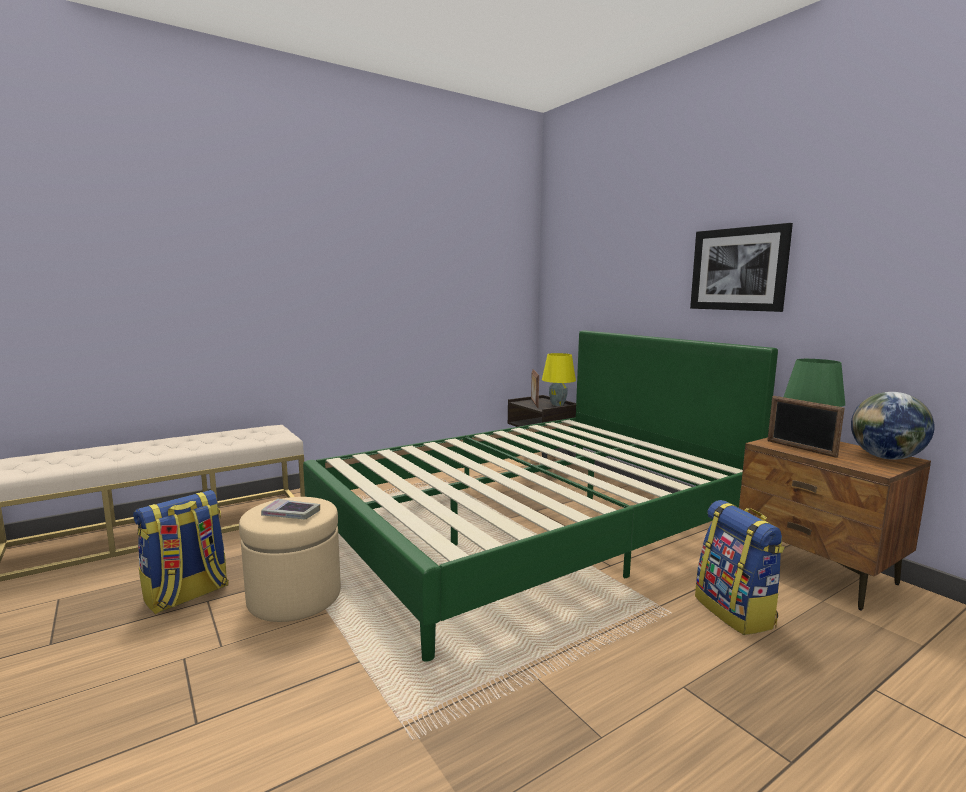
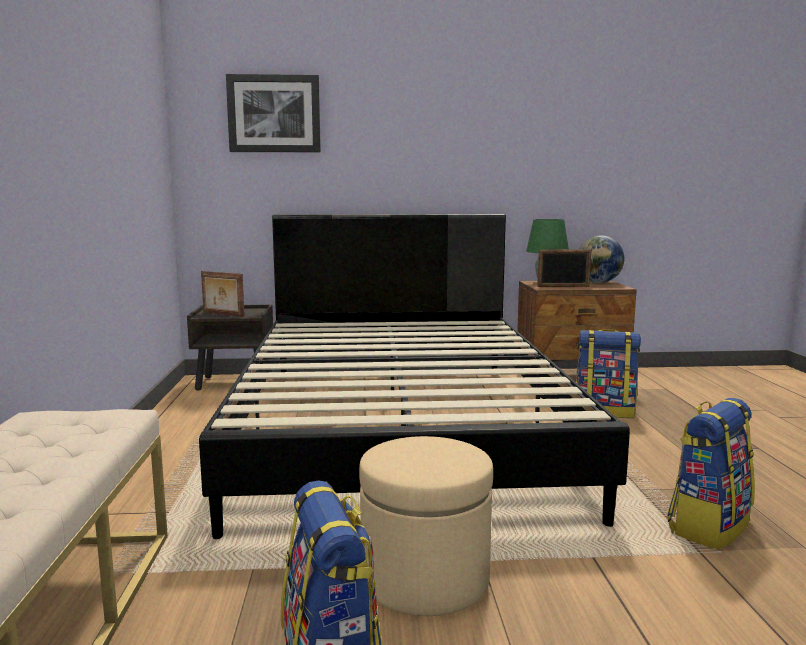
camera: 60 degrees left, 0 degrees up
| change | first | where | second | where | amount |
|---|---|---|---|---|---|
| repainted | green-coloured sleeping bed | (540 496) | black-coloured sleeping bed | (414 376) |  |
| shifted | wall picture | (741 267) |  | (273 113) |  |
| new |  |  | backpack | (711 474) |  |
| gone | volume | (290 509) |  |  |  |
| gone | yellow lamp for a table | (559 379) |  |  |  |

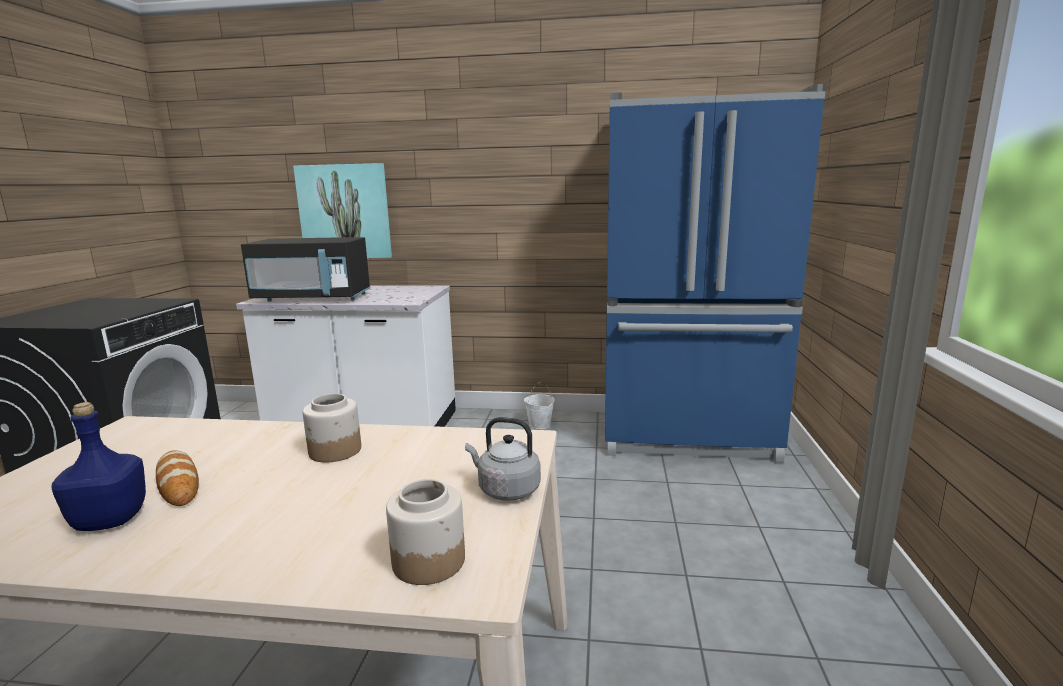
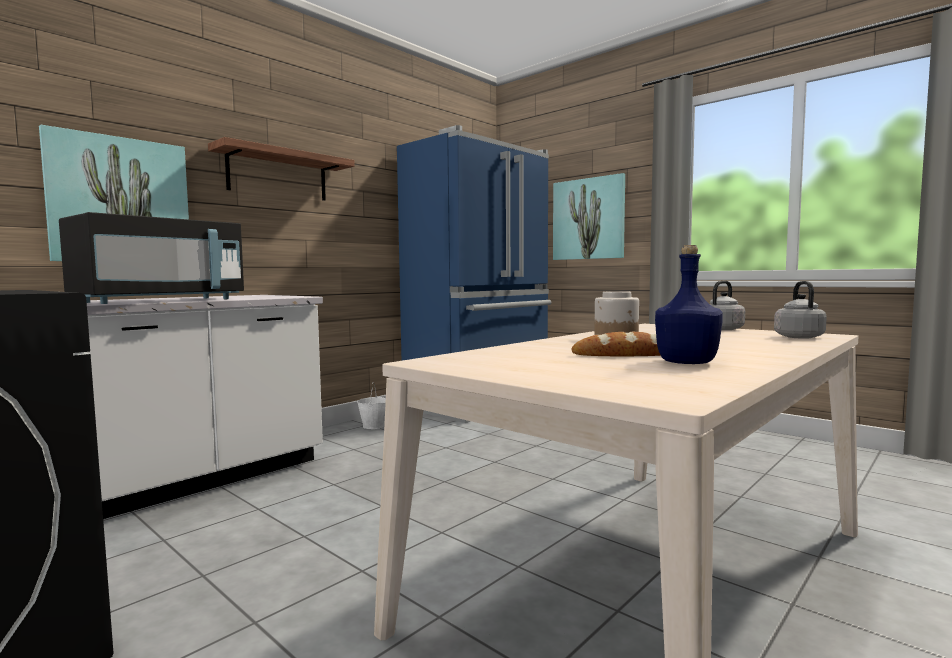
camera: 55 degrees left, 10 degrees down
| change | first | where | second | where | amount |
|---|---|---|---|---|---|
| new |  |  | shelf | (281 169) |  |
| new |  |  | wall picture | (589 216) |  |
| swapped | preserve jar | (425 532) | gray kettle | (800 310) |  |

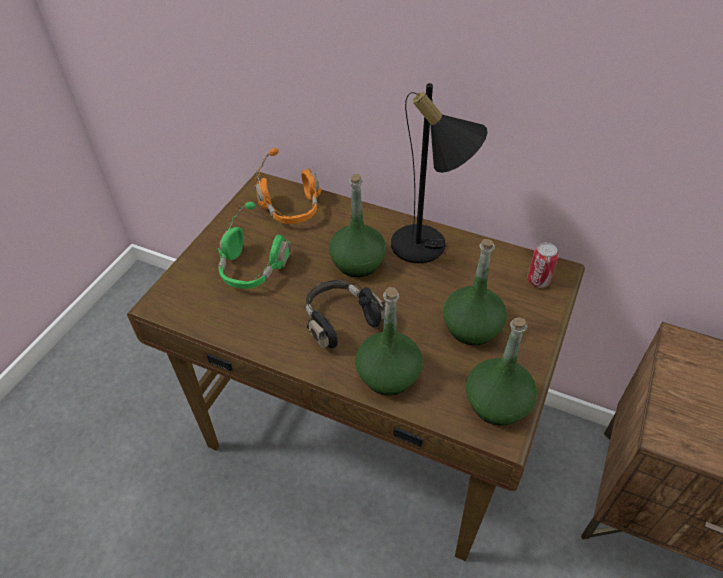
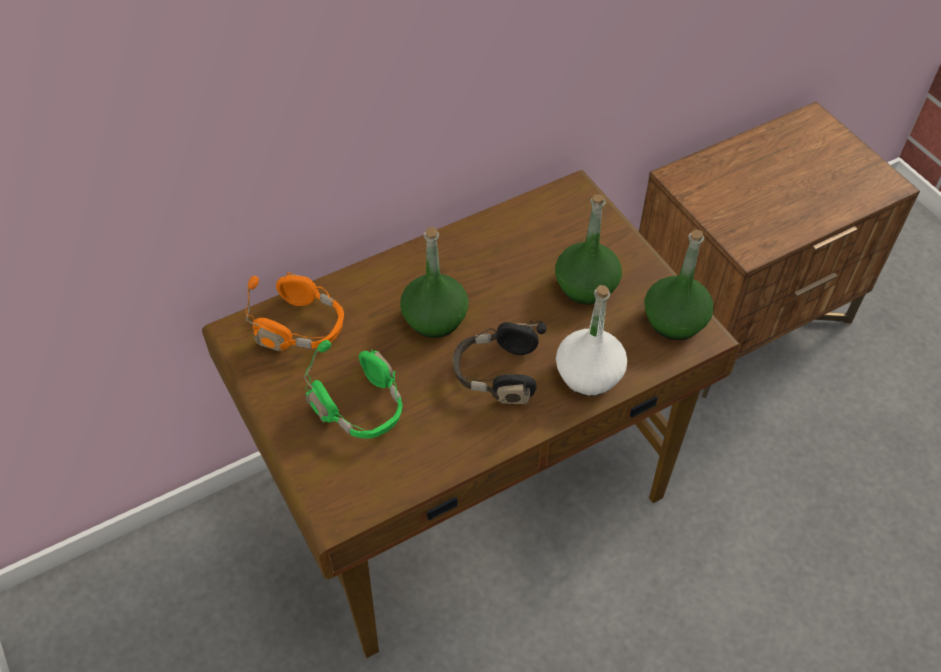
camera: 55 degrees left, 5 degrees up
| change | first | where | second | where | amount |
|---|---|---|---|---|---|
| repainted | green-coloured bottle | (389 341) | white bottle | (591 340) |  |
| gone | black-coloured lamp for a table | (439 173) |  |  |  |
| gone | sealed can | (542 265) |  |  |  |

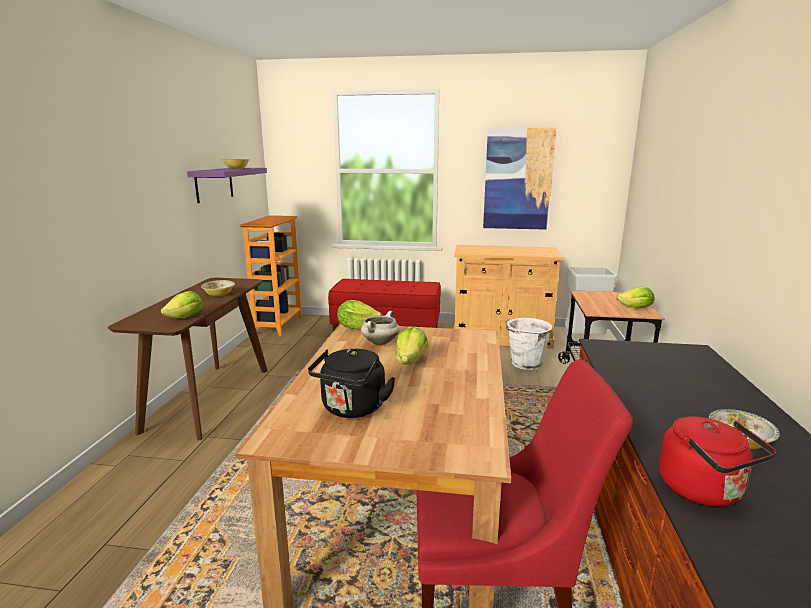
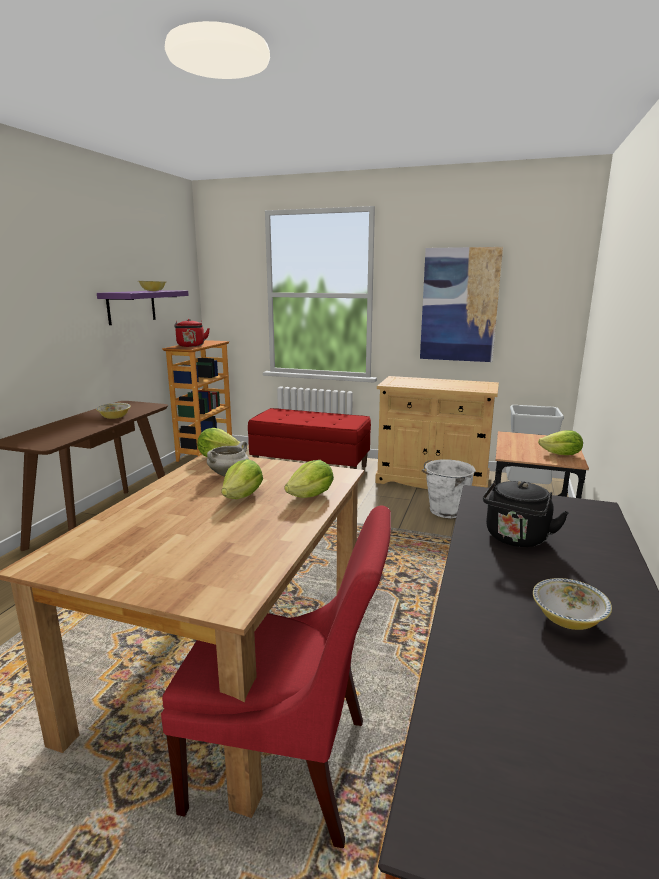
camera: 10 degrees right, 0 degrees up
| change | first | where | second | where | amount |
|---|---|---|---|---|---|
| shifted | red kettle | (717 462) |  | (192 333) |  |
| shifted | lettuce head | (182 304) |  | (309 479) |  |
| shifted | black-coloured kettle | (352 383) |  | (526 513) |  |

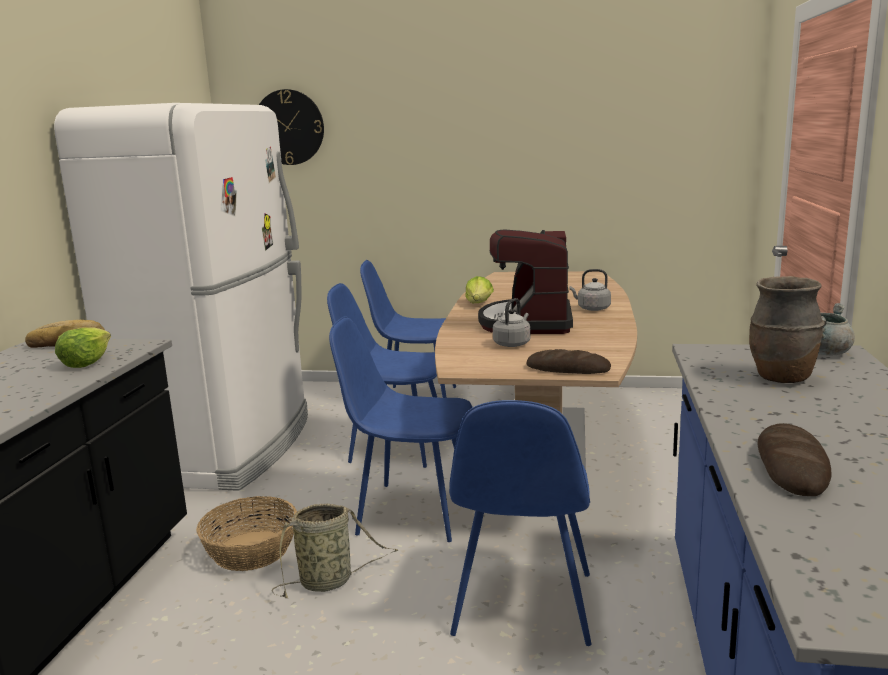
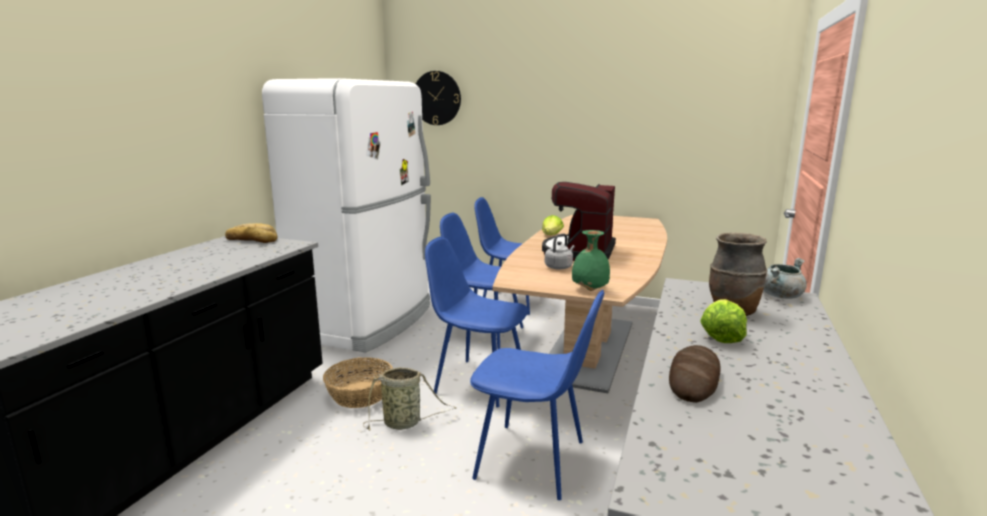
camera: 10 degrees right, 0 degrees up
| change | first | where | second | where | amount |
|---|---|---|---|---|---|
| rotated | bluish plain chair | (520 523) |  | (537 395) | 90 degrees counterclockwise |
| swapped | baked bread | (569 361) | green-coloured vase | (591 260) |  |
| shifted | lettuce head | (83 348) |  | (723 321) |  |
| gone | gray kettle | (590 290) |  |  |  |

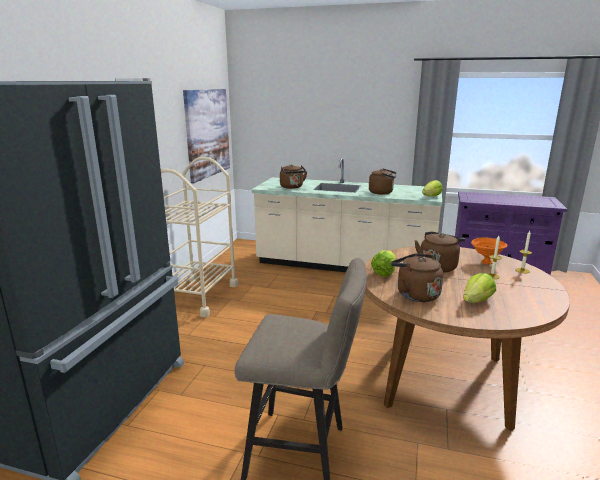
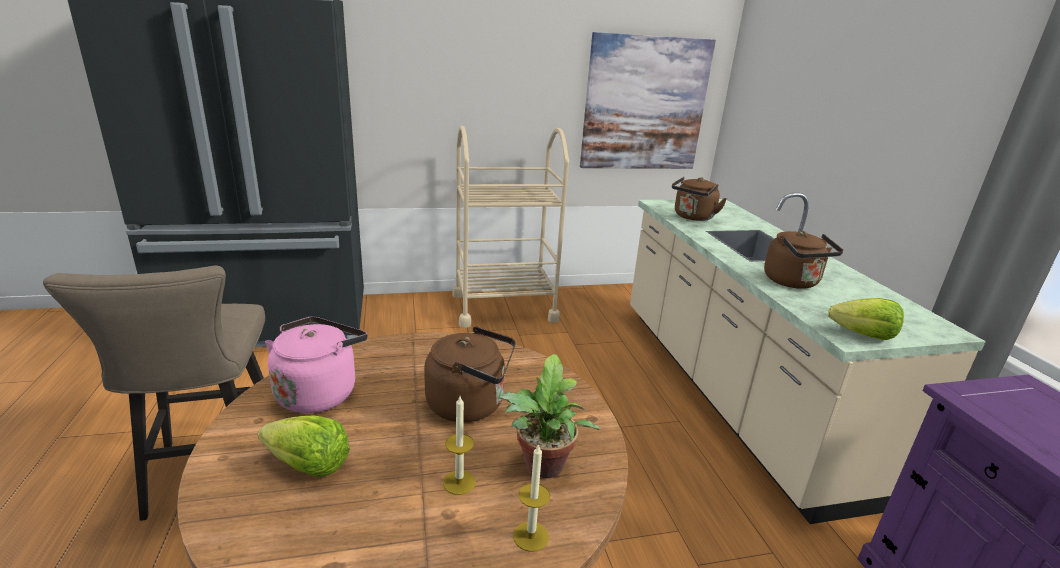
camera: 60 degrees right, 5 degrees up
| change | first | where | second | where | amount |
|---|---|---|---|---|---|
| repainted | brown-coloured kettle | (417 277) | pink kettle | (316 365) |  |
| swapped | orangey serving bowl | (489 251) | houseplant | (549 416) |  |
| gone | lettuce head | (383 263) |  |  |  |

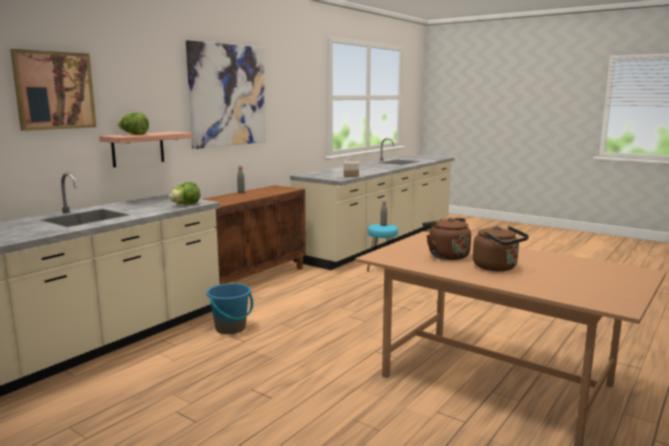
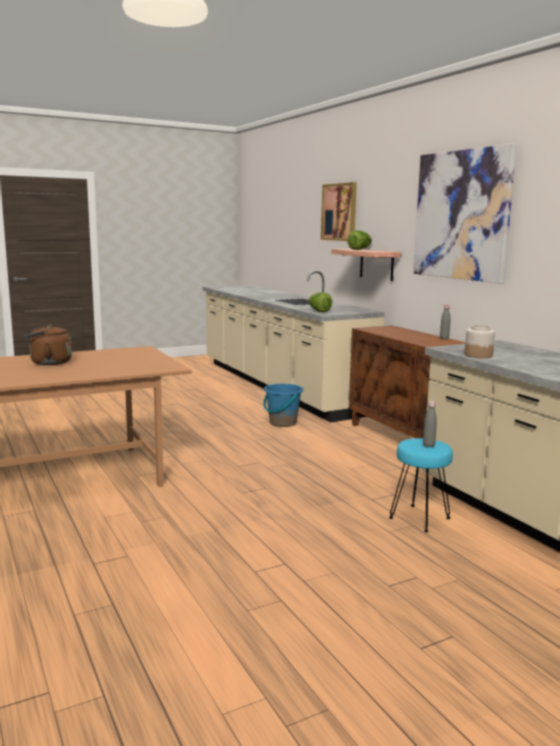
camera: 115 degrees right, 0 degrees up
| change | first | where | second | where | amount |
|---|---|---|---|---|---|
| gone | brown-coloured kettle | (446 239) |  |  |  |

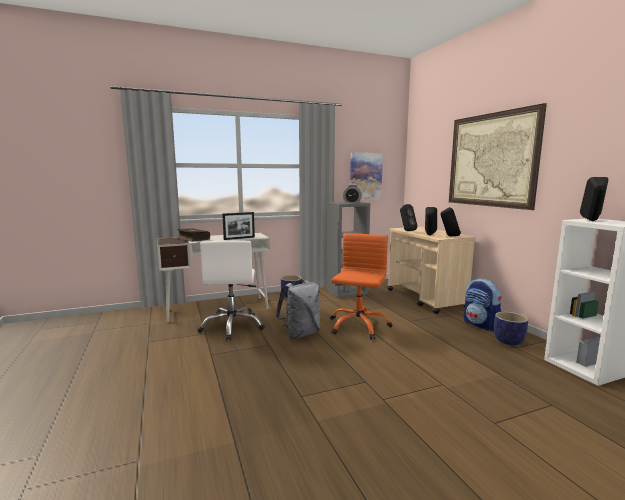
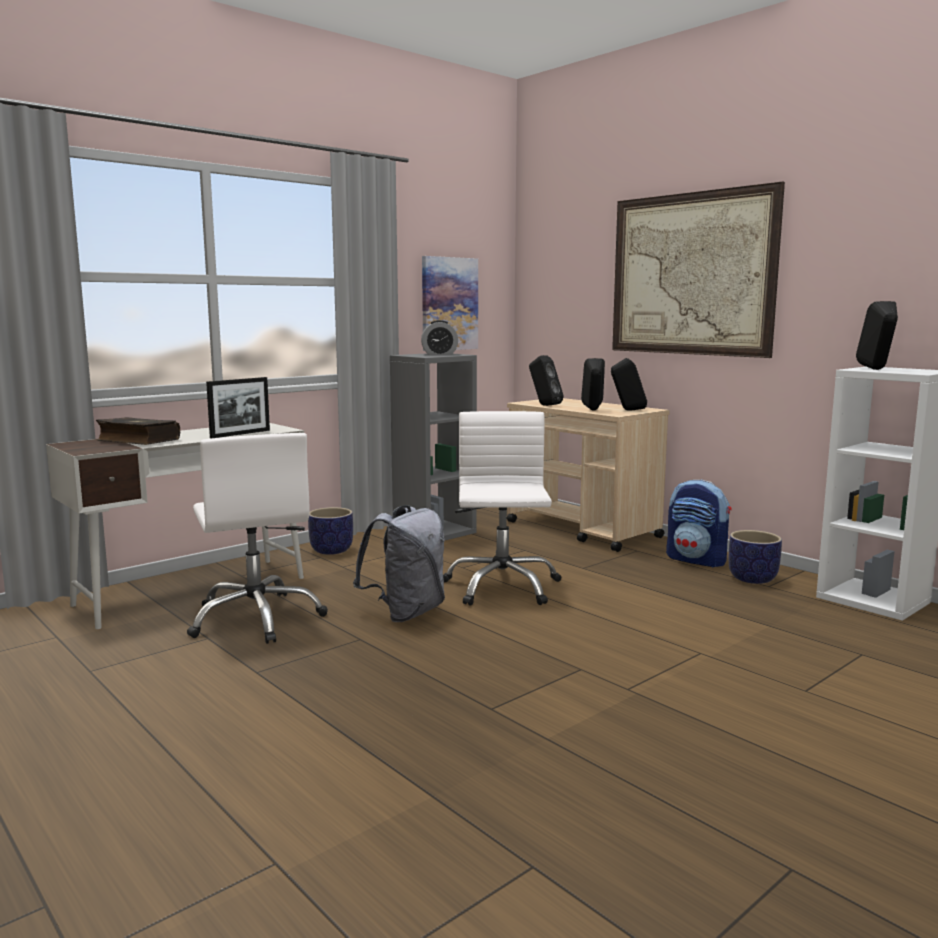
camera: 20 degrees left, 0 degrees up
| change | first | where | second | where | amount |
|---|---|---|---|---|---|
| repainted | orangey desk chair | (361 286) | white desk chair | (502 508) |  |

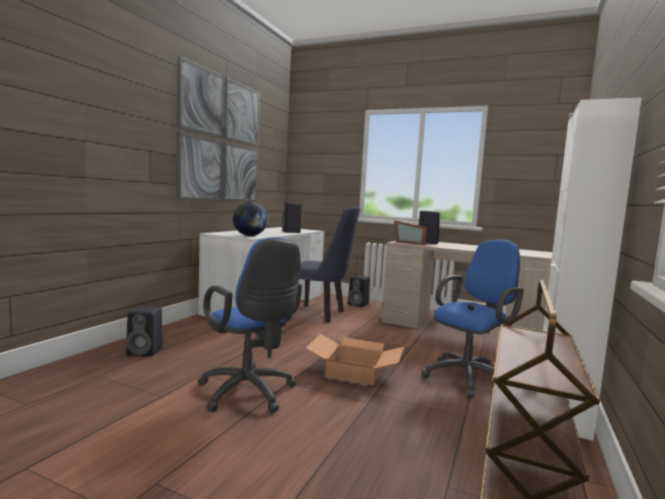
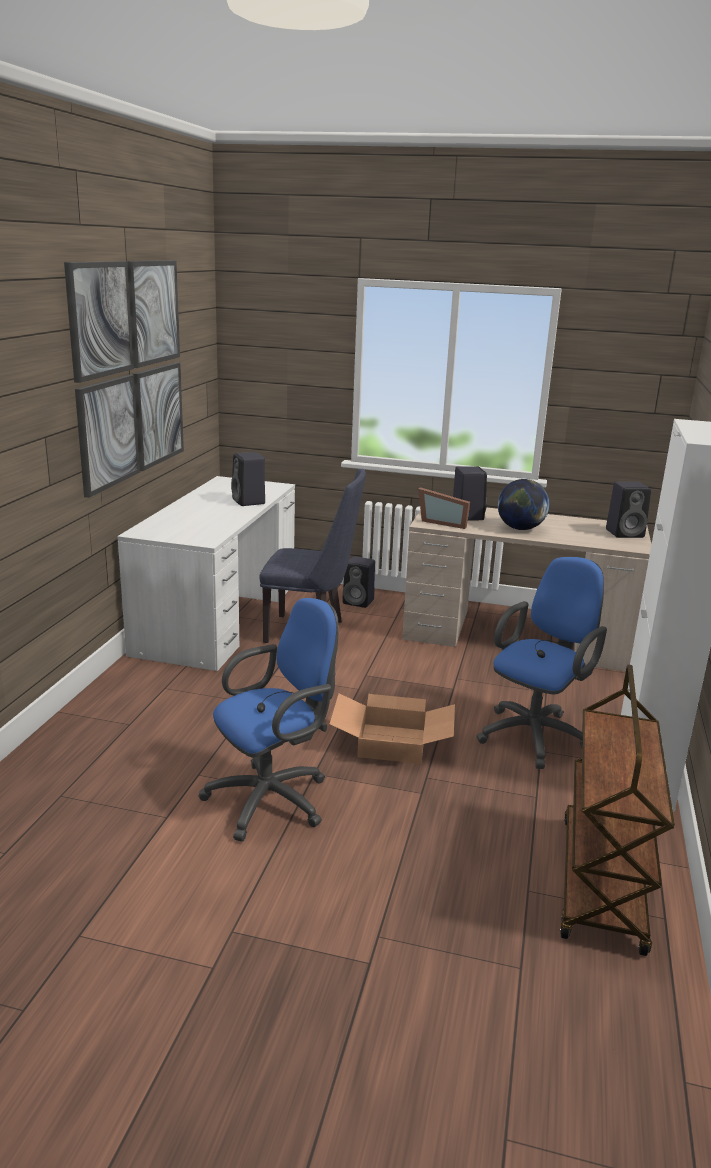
camera: 10 degrees left, 15 degrees up
| change | first | where | second | where | amount |
|---|---|---|---|---|---|
| rotated | bluish desk chair | (250 325) |  | (268 720) | 75 degrees counterclockwise |
| shifted | desk globe | (250 219) |  | (523 504) |  |
| shifted | black-coloured speaker | (144 331) |  | (628 510) |  |

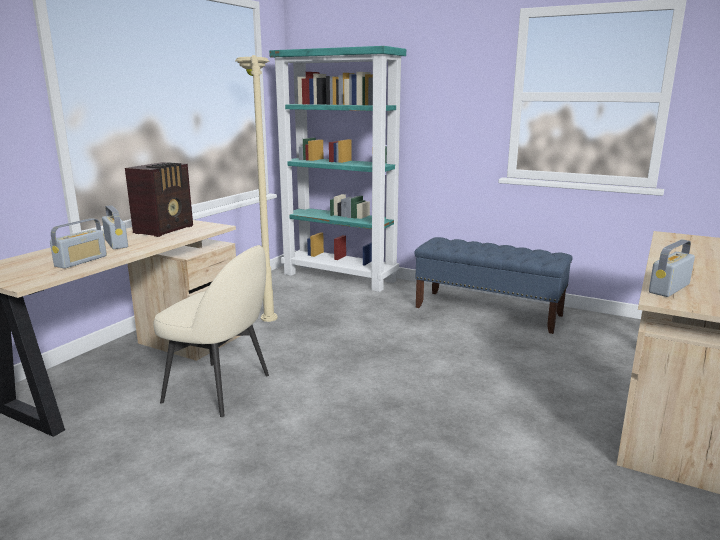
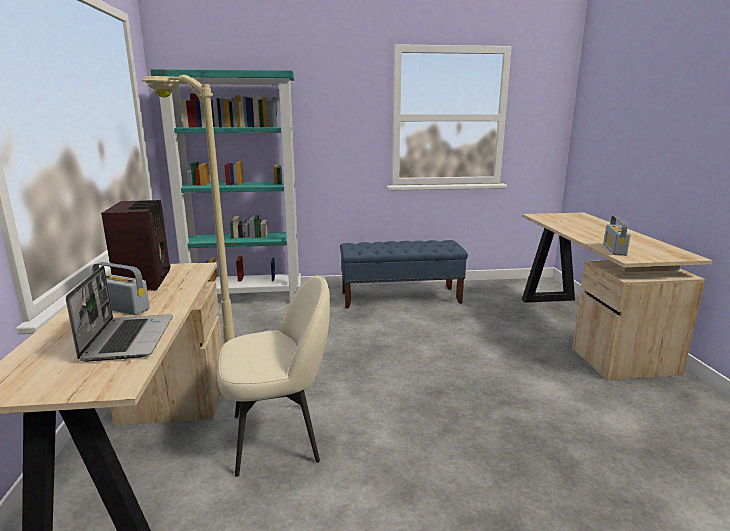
camera: 35 degrees left, 0 degrees up
| change | first | where | second | where | amount |
|---|---|---|---|---|---|
| swapped | radio | (78 243) | portable computer | (119 314) |  |

